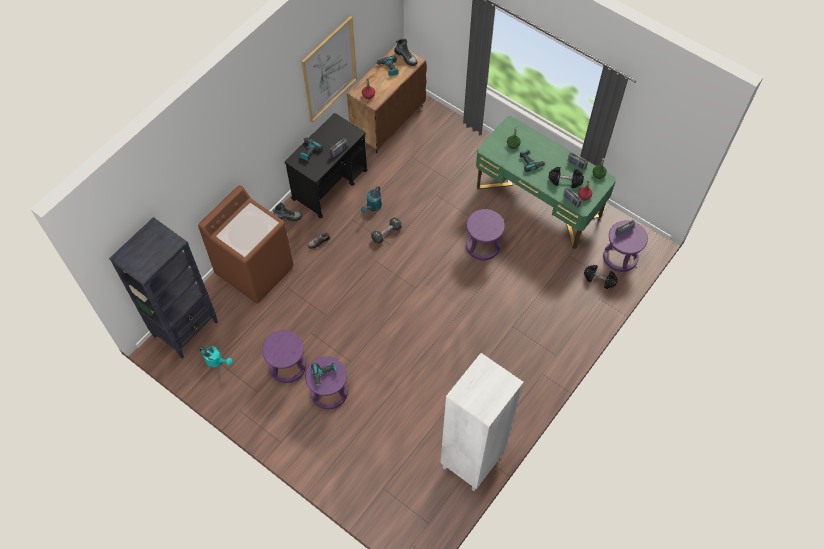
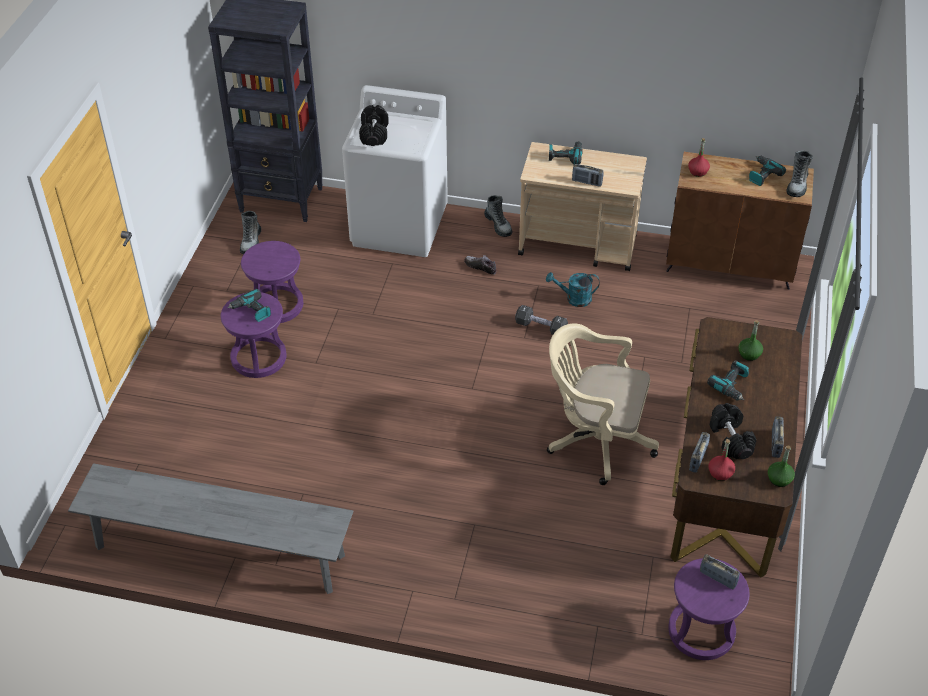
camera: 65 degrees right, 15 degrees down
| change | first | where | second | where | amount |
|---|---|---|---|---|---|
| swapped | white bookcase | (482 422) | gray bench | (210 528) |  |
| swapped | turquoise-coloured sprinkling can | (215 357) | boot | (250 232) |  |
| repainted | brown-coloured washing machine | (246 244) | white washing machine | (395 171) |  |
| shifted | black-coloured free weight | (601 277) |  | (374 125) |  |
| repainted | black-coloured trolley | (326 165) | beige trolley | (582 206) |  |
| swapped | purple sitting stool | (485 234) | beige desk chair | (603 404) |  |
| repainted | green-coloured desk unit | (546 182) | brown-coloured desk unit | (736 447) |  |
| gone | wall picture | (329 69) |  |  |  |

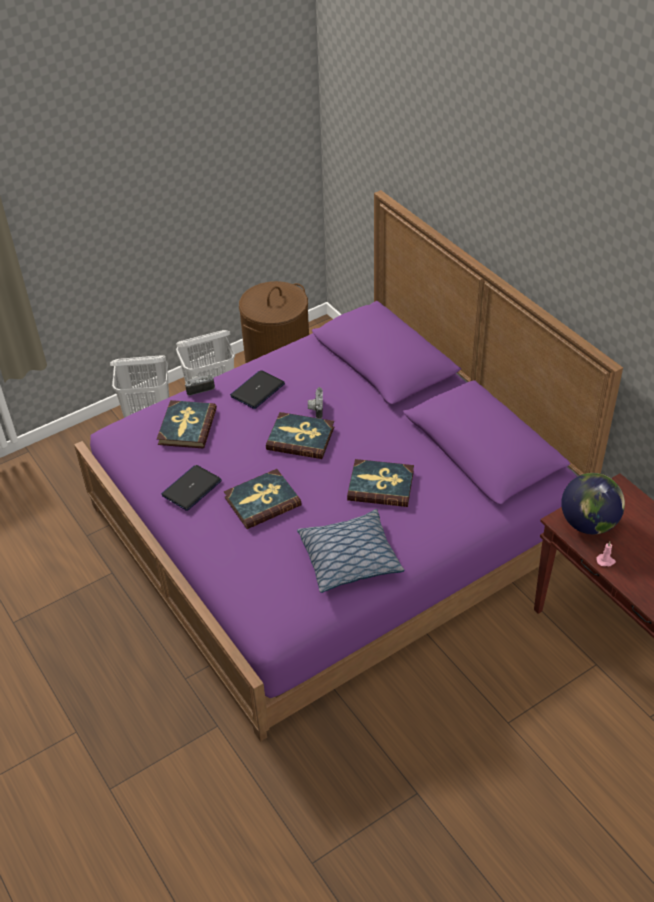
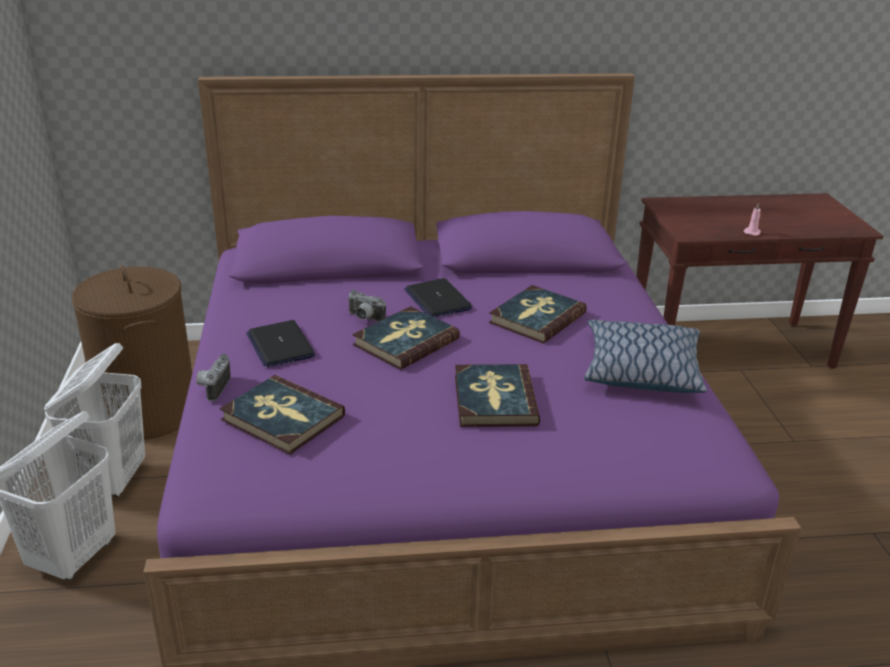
camera: 65 degrees left, 15 degrees down
| change | first | where | second | where | amount |
|---|---|---|---|---|---|
| shifted | portable computer | (191 488) |  | (438 297) |  |
| gone | desk globe | (593 503) |  |  |  |

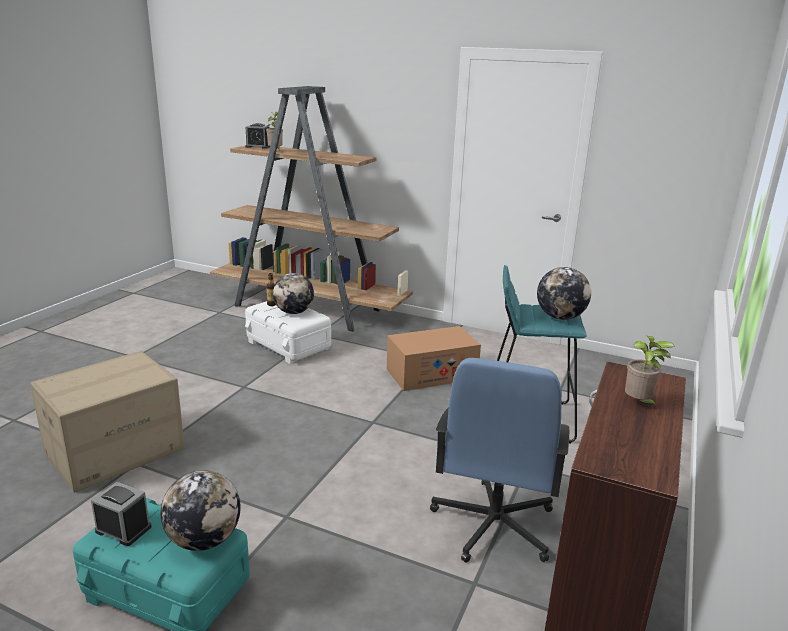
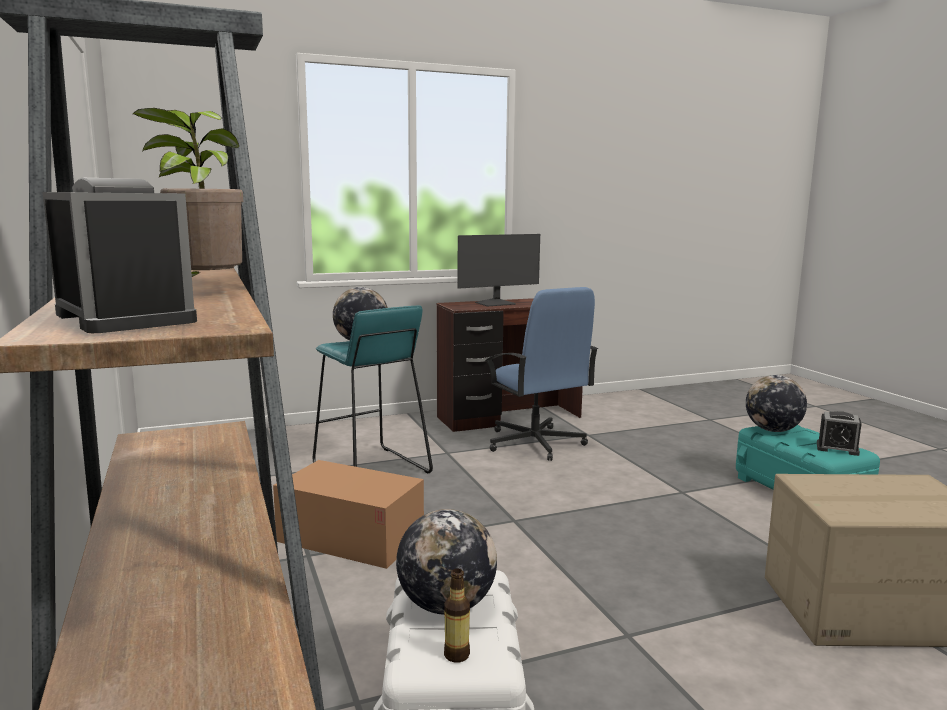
camera: 135 degrees left, 10 degrees down
| change | first | where | second | where | amount |
|---|---|---|---|---|---|
| swapped | houseplant | (650 371) | computer display | (498 270) |  |
| rotated | bluish desk chair | (499 460) |  | (541 374) | 90 degrees clockwise |
| rotated | table clock | (121 514) |  | (839 433) | 45 degrees counterclockwise |

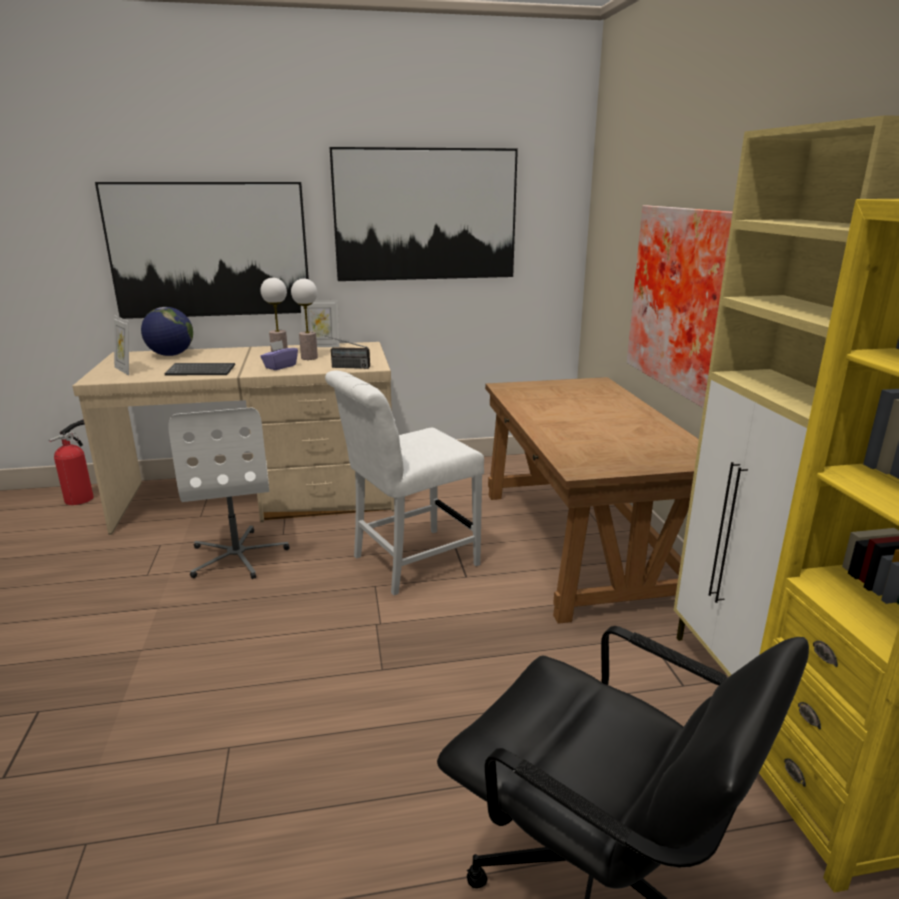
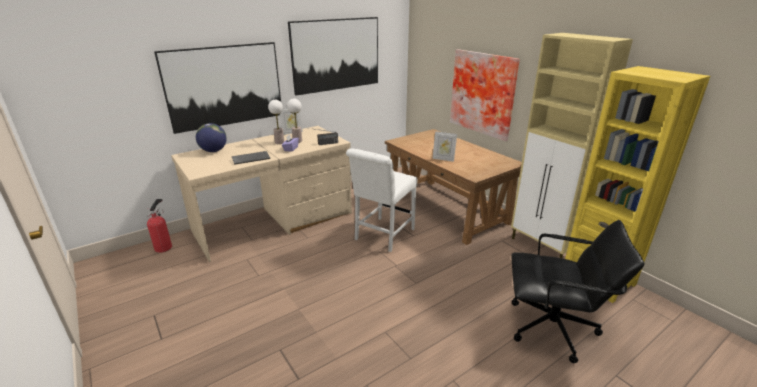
camera: 25 degrees left, 5 degrees up
| change | first | where | second | where | amount |
|---|---|---|---|---|---|
| shifted | picture frame | (121 345) |  | (444 146) |  |
| gone | white desk chair | (229 493) |  |  |  |

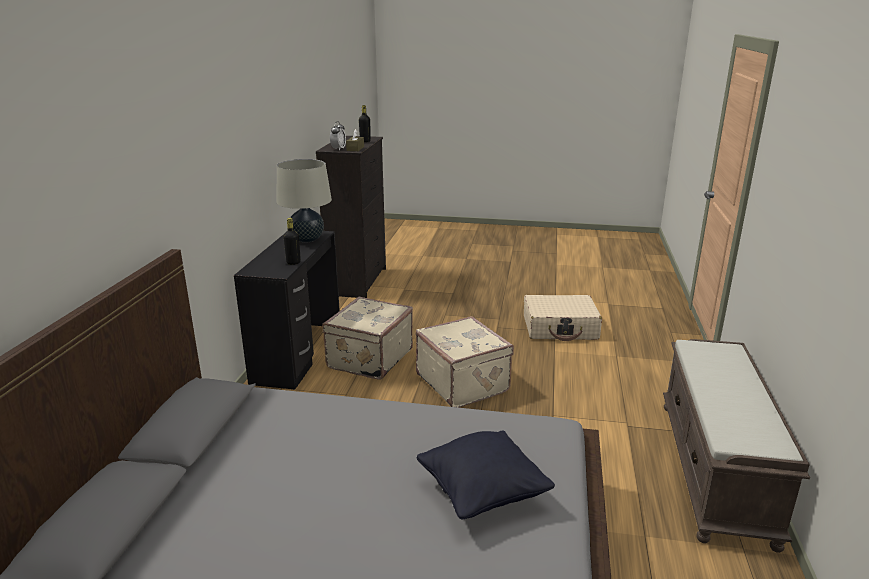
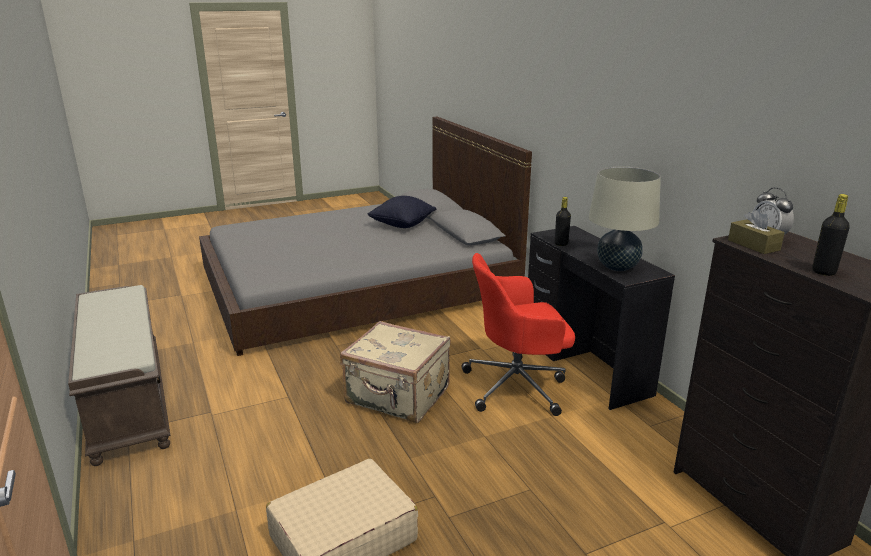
camera: 145 degrees right, 0 degrees up
| change | first | where | second | where | amount |
|---|---|---|---|---|---|
| shifted | black-coloured throw pillow | (486 474) |  | (401 212) |  |
| swapped | beige piece of luggage | (367 338) | red desk chair | (518 334) |  |

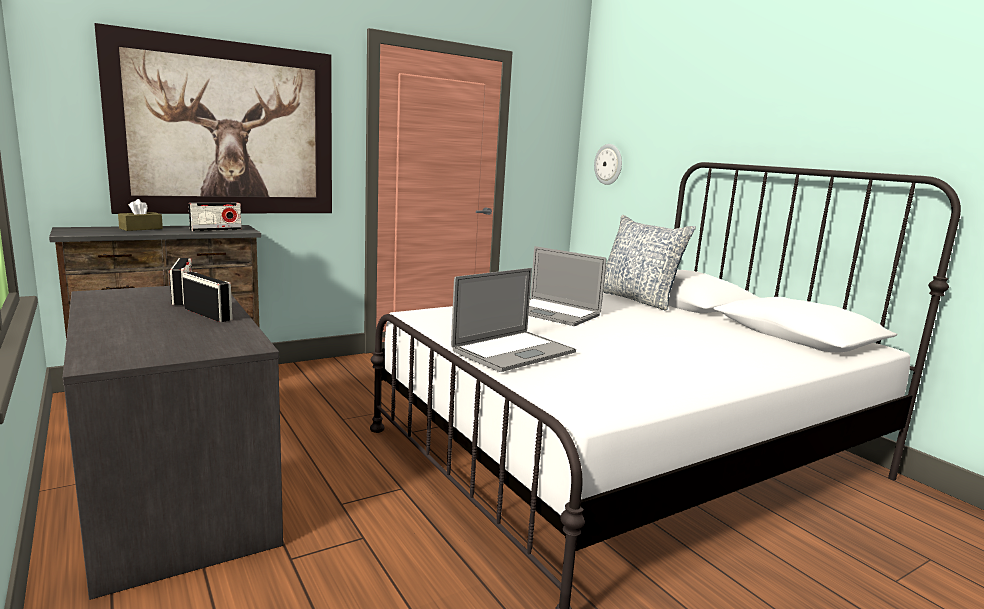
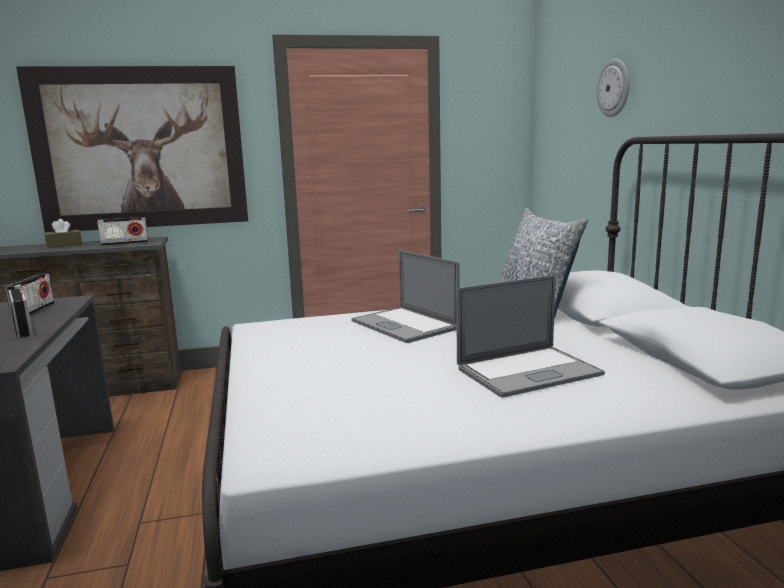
camera: 20 degrees right, 0 degrees up
| change | first | where | second | where | amount |
|---|---|---|---|---|---|
| shifted | portable computer | (513 320) |  | (530 336) |  |
| shifted | clock on the wall | (608 164) |  | (613 88) |  |

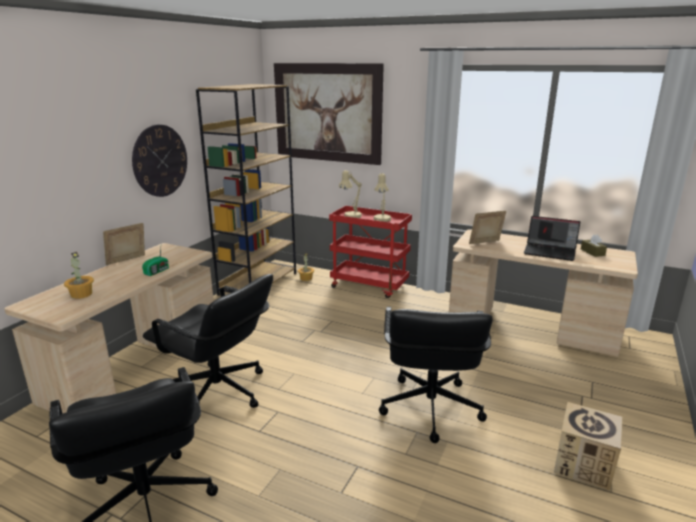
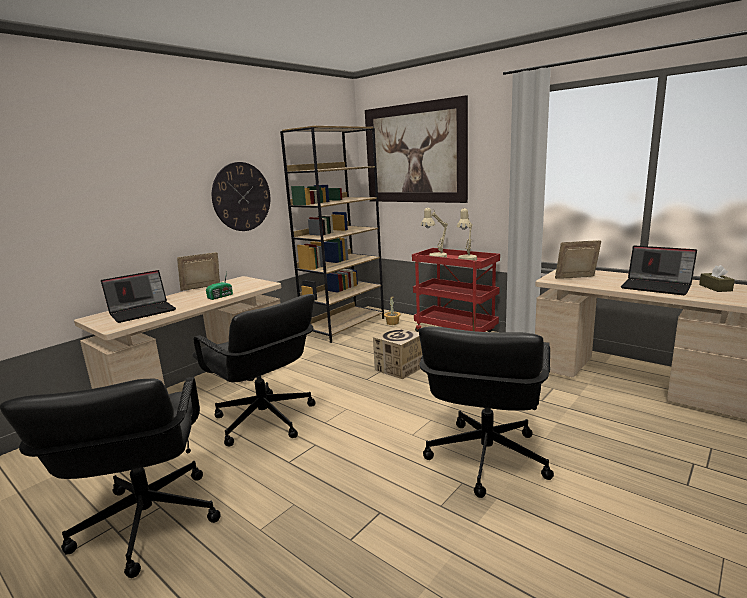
camera: 15 degrees right, 5 degrees down
| change | first | where | second | where | amount |
|---|---|---|---|---|---|
| swapped | houseplant | (79 275) | portable computer | (138 296) |  |
| shifted | carton | (588 446) |  | (398 353) |  |

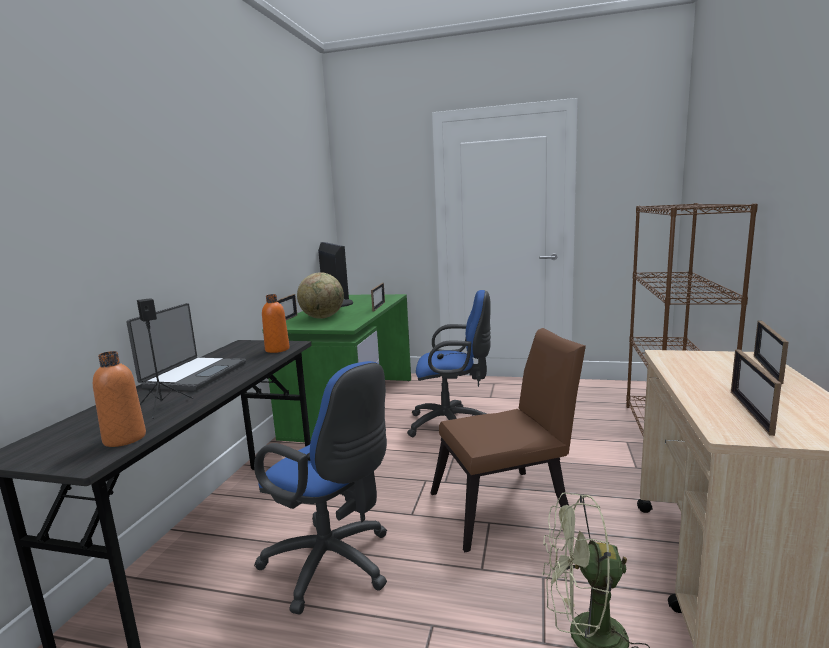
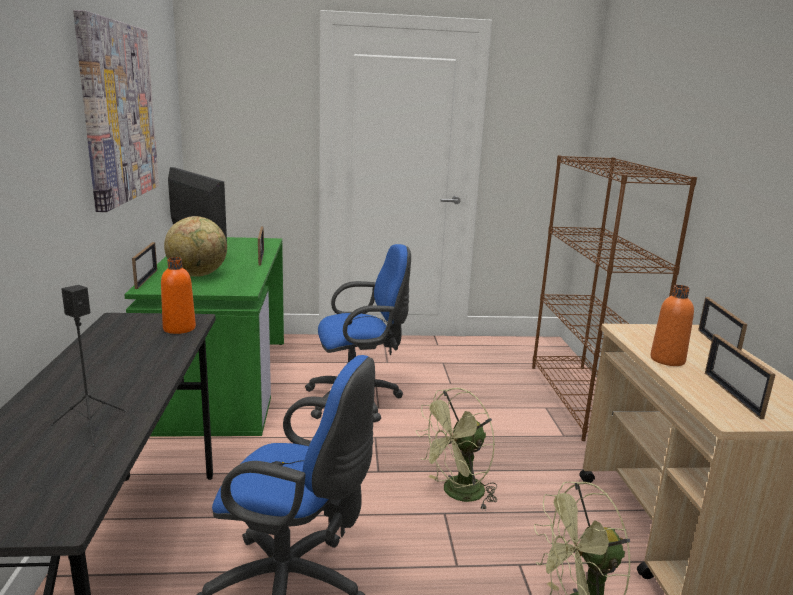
camera: 20 degrees left, 5 degrees up
| change | first | where | second | where | amount |
|---|---|---|---|---|---|
| new |  |  | wall picture | (116 111) |  |
| swapped | brown-coloured plain chair | (508 440) | green-coloured electric fan | (456 449) |  |
| shifted | orangey bottle | (119 399) |  | (672 325) |  |
| gone | portable computer | (186 347) |  |  |  |

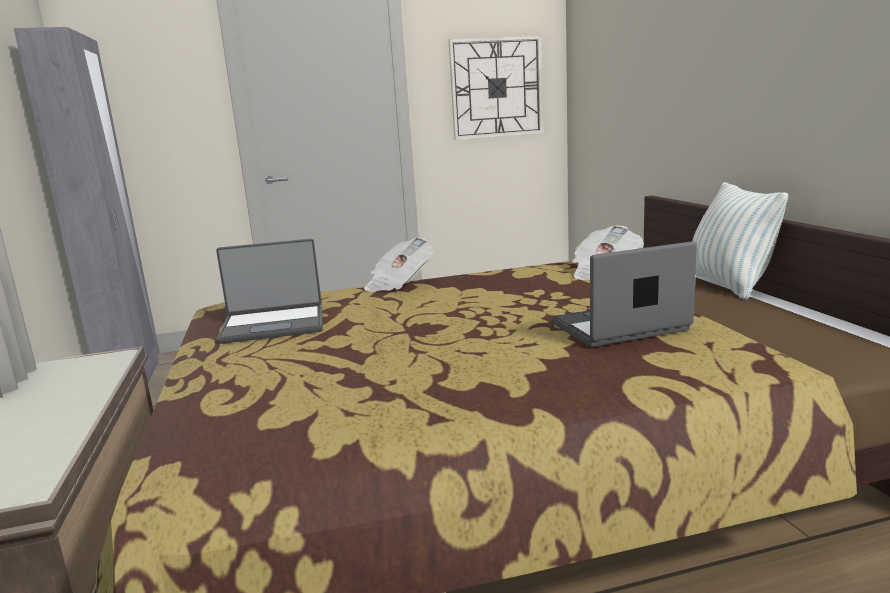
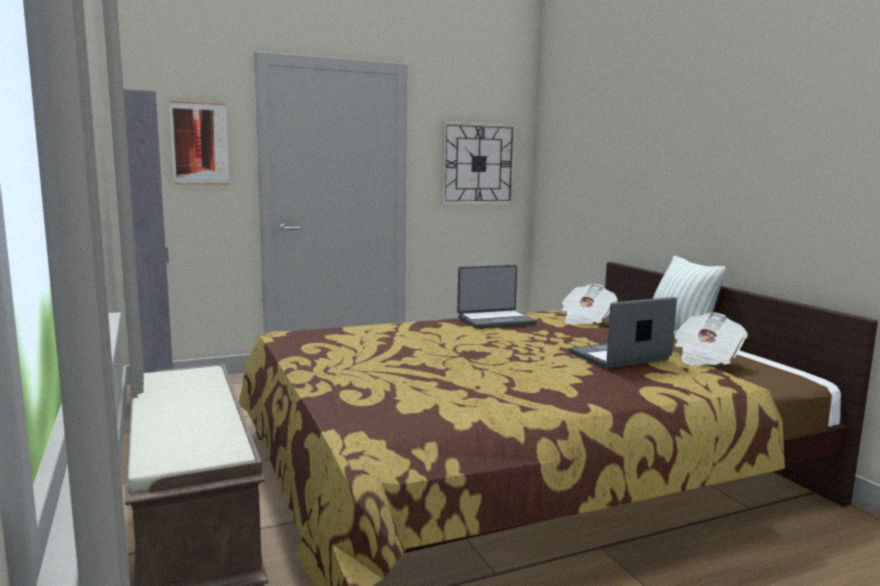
camera: 10 degrees left, 5 degrees down
| change | first | where | second | where | amount |
|---|---|---|---|---|---|
| new |  |  | wall picture | (199 143) |  |
| shifted | portable computer | (269 291) |  | (497 297) |  |
| shifted | newspaper | (399 264) |  | (711 338) |  |

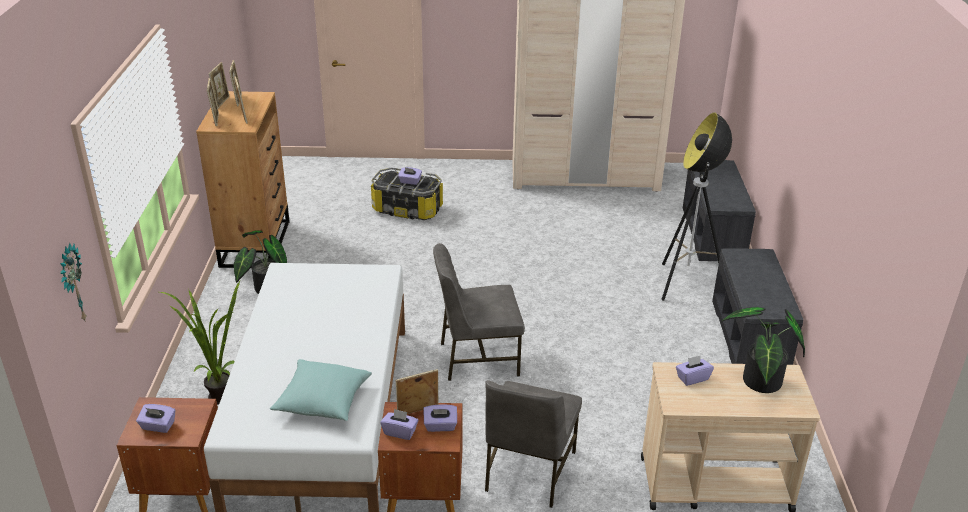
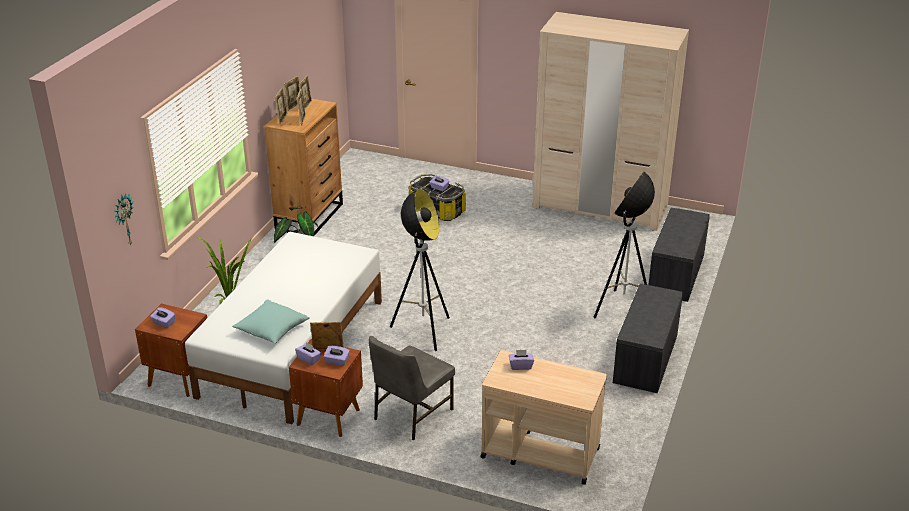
camera: 20 degrees right, 0 degrees up
| change | first | where | second | where | amount |
|---|---|---|---|---|---|
| swapped | gray plain chair | (479 312) | standard lamp | (420 270) |  |
| gone | houseplant | (763 350) |  |  |  |

